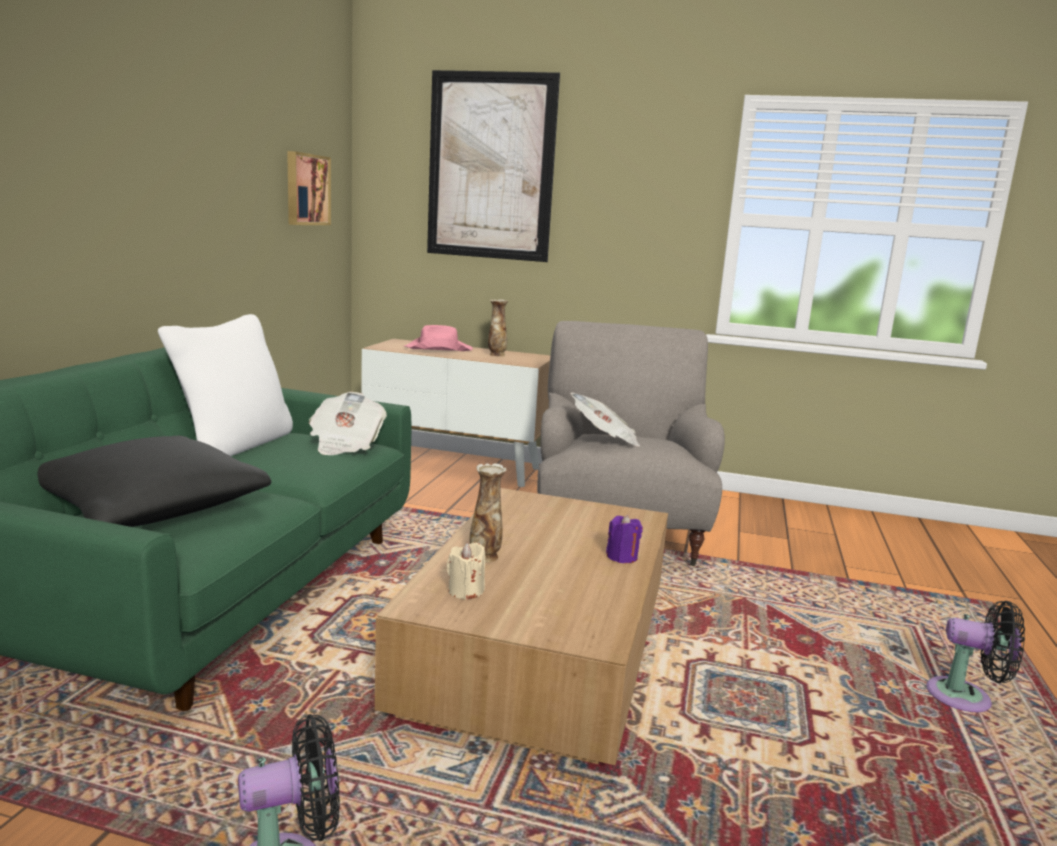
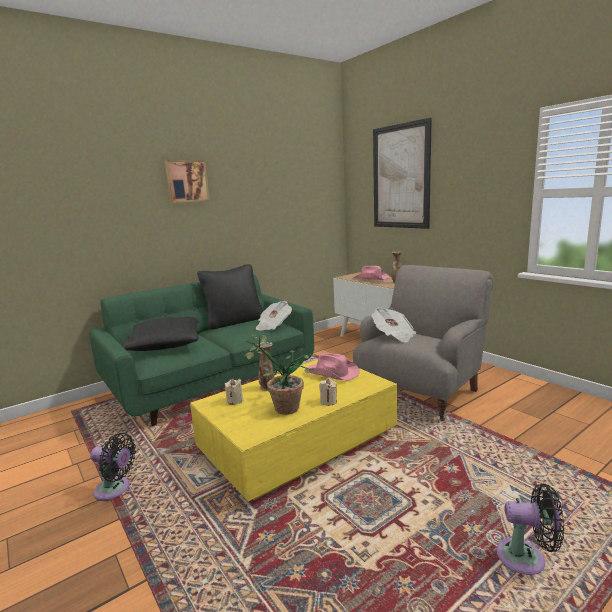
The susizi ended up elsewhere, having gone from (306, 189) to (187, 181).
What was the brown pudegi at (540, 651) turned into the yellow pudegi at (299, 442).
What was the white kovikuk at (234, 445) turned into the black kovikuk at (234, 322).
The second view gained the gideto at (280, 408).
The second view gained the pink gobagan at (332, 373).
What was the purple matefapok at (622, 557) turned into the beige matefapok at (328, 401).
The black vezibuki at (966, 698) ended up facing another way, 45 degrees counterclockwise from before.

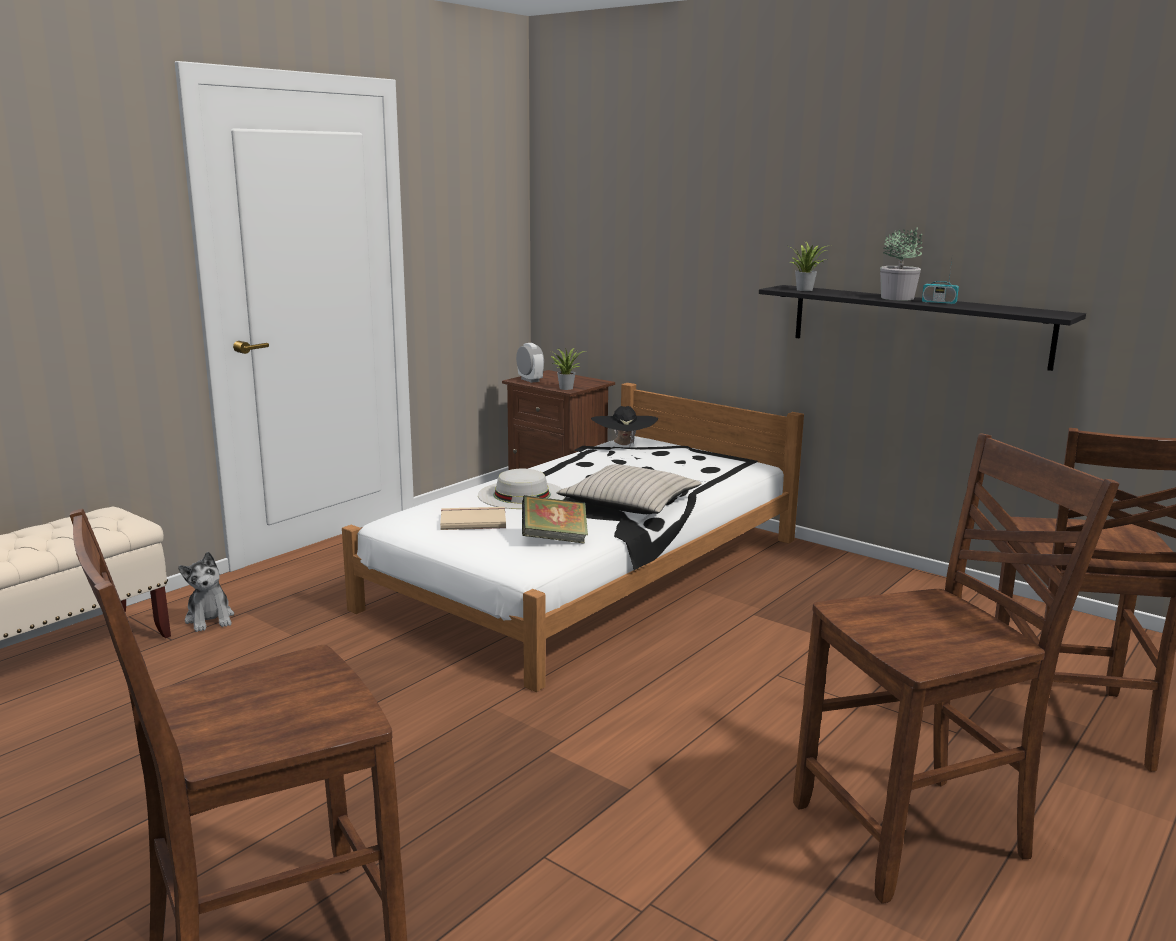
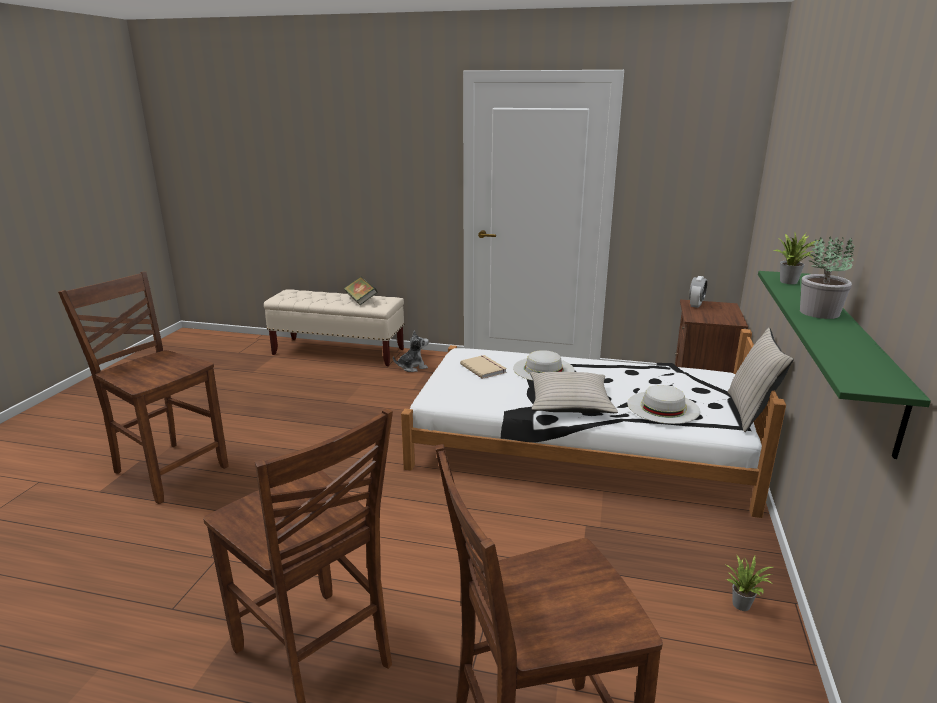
The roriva ended up elsewhere, having gone from (554, 539) to (361, 300).
The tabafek at (210, 619) ended up facing another way, 150 degrees counterclockwise from before.
The second view gained the white gobagan at (663, 407).
The gideto ended up elsewhere, having gone from (565, 388) to (742, 603).
The second view gained the beige kovikuk at (750, 412).
What was the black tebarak at (917, 325) turned into the green tebarak at (848, 351).
The second view lost the black gobagan at (624, 445).
The second view lost the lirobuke at (939, 302).

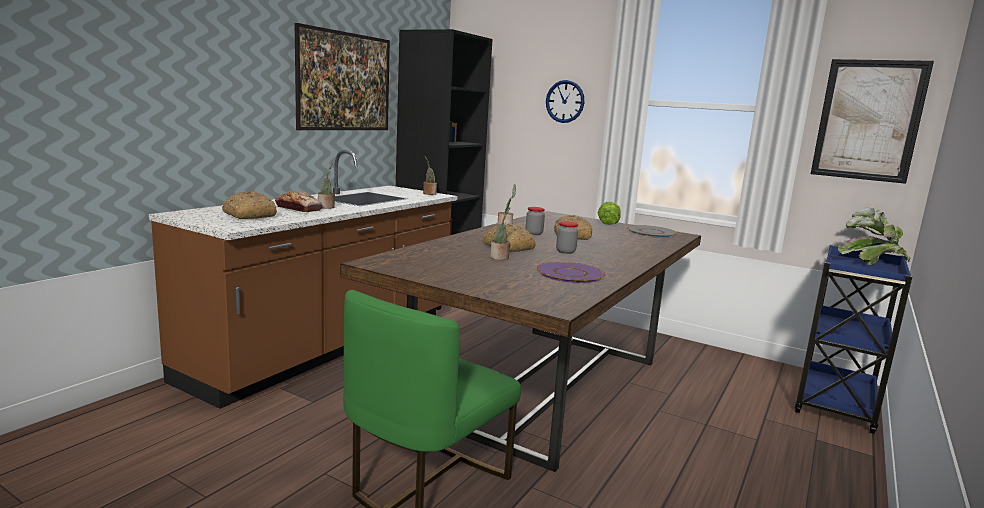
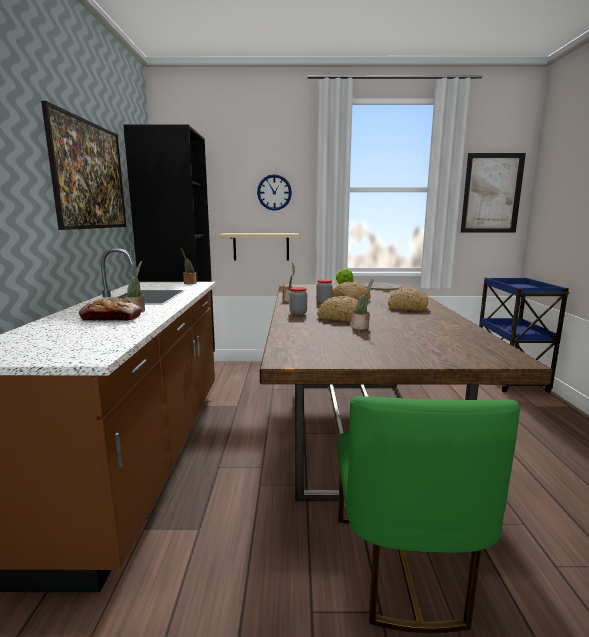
The second view gained the tebarak at (261, 247).
The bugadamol ended up elsewhere, having gone from (565, 251) to (298, 313).
The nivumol ended up elsewhere, having gone from (248, 215) to (407, 307).
The second view lost the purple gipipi at (570, 274).
The second view lost the gideto at (871, 263).

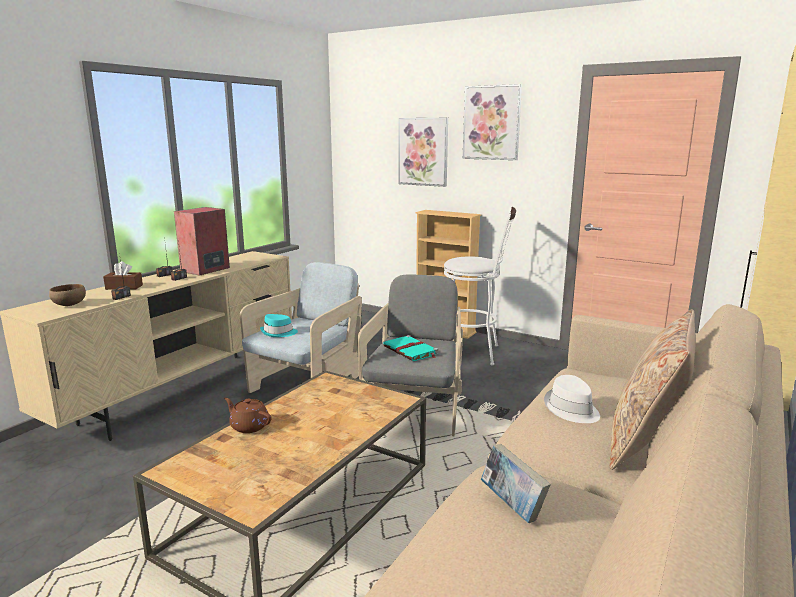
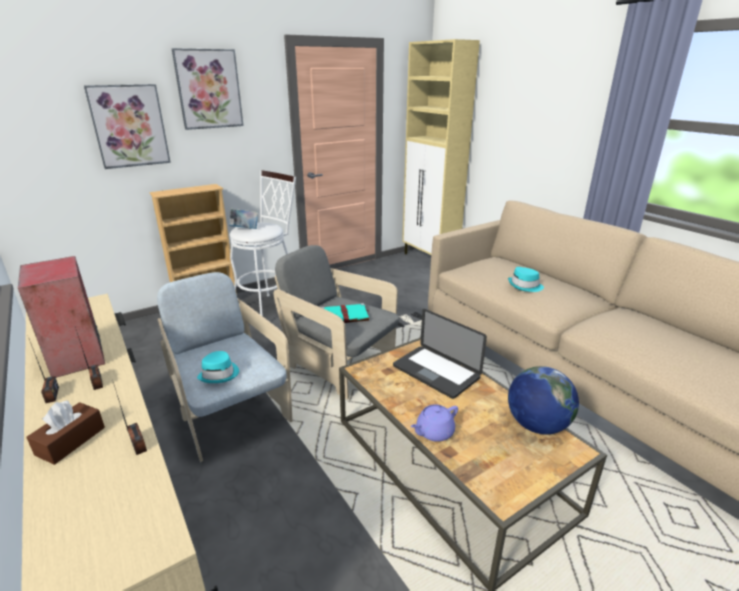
The roriva ended up elsewhere, having gone from (512, 506) to (245, 229).
The second view gained the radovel at (436, 372).
What was the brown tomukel at (249, 426) turned into the purple tomukel at (434, 432).
What was the white gobagan at (571, 409) turned into the turquoise gobagan at (525, 286).
The second view gained the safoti at (537, 425).
The second view lost the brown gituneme at (68, 304).
The second view lost the beige kovikuk at (645, 442).

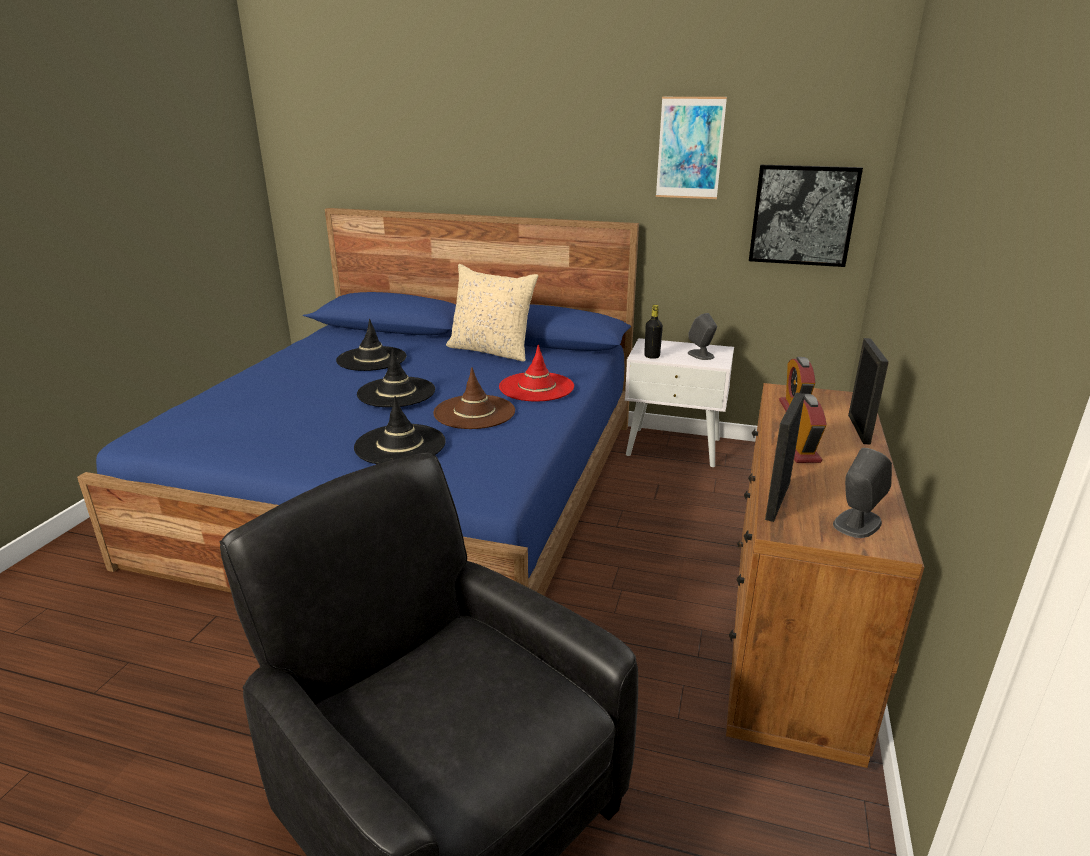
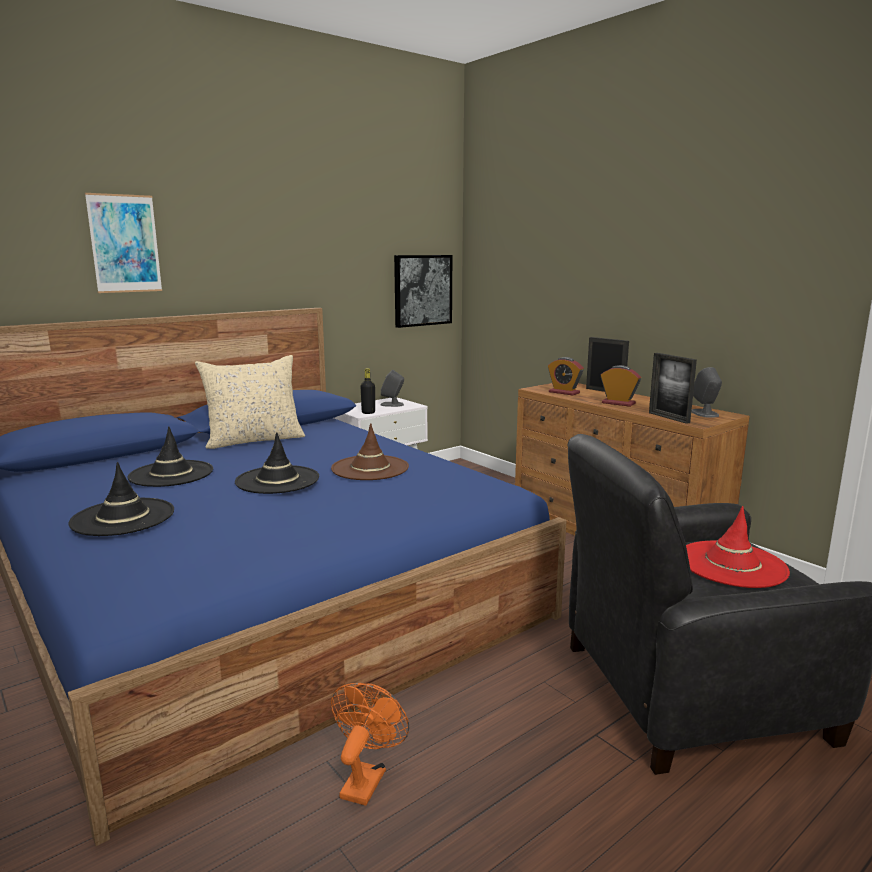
The black gobagan ended up elsewhere, having gone from (400, 445) to (123, 517).
The susizi ended up elsewhere, having gone from (690, 148) to (124, 244).
The second view gained the orange vezibuki at (366, 778).
The red gobagan ended up elsewhere, having gone from (536, 387) to (732, 564).

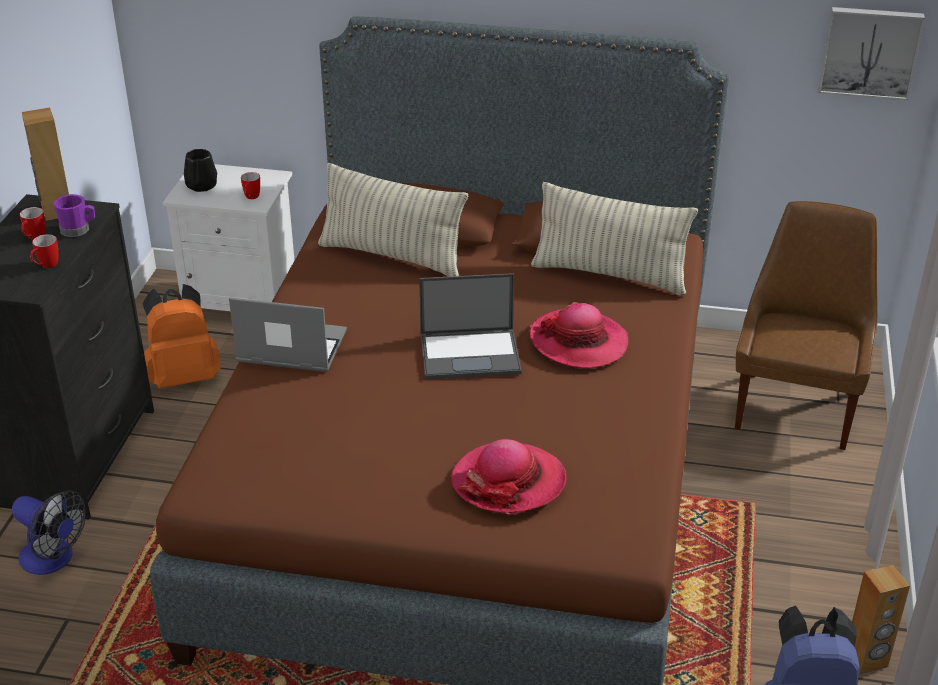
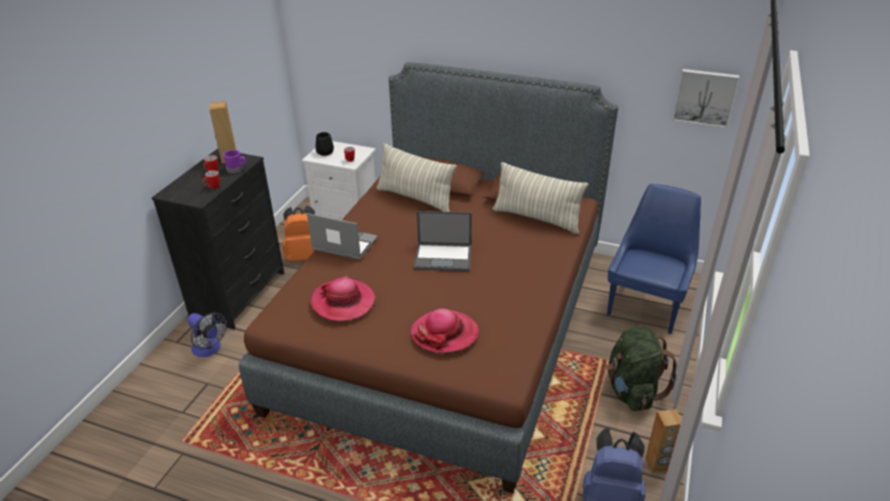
The gobagan ended up elsewhere, having gone from (578, 342) to (343, 302).
The second view gained the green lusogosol at (632, 391).
What was the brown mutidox at (796, 407) turned into the blue mutidox at (646, 306).

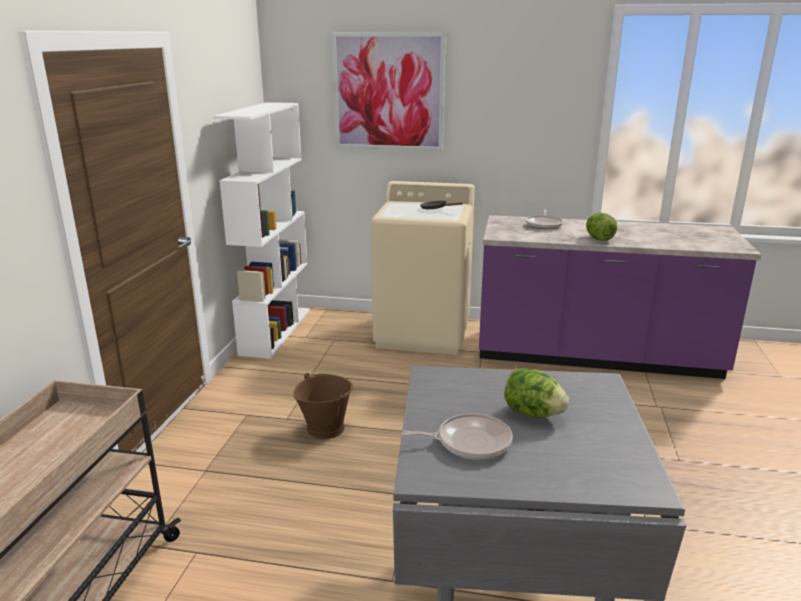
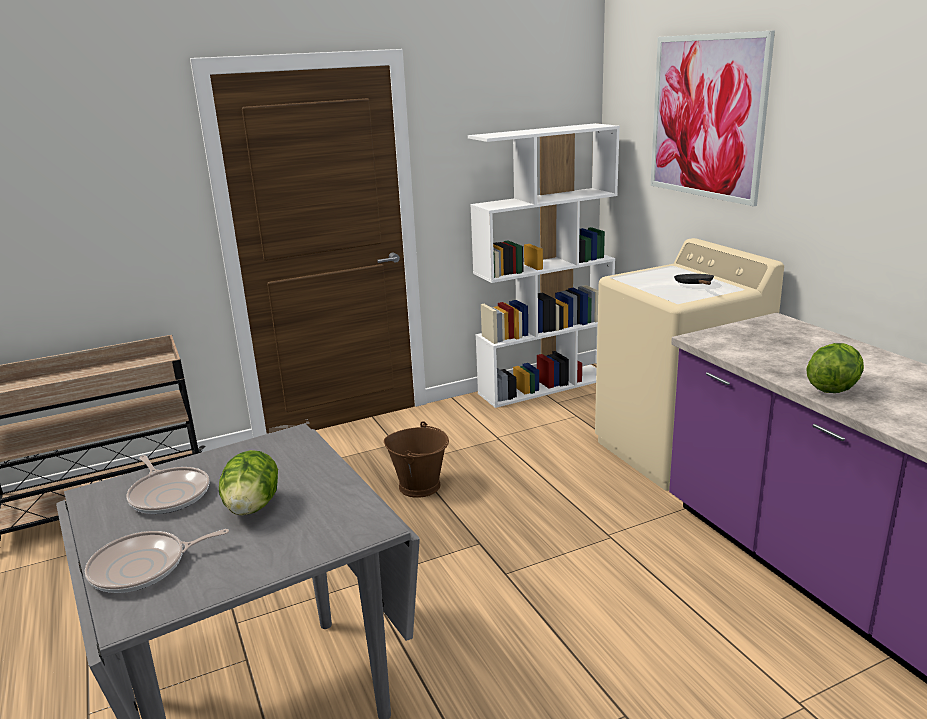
The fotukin ended up elsewhere, having gone from (544, 225) to (144, 567).

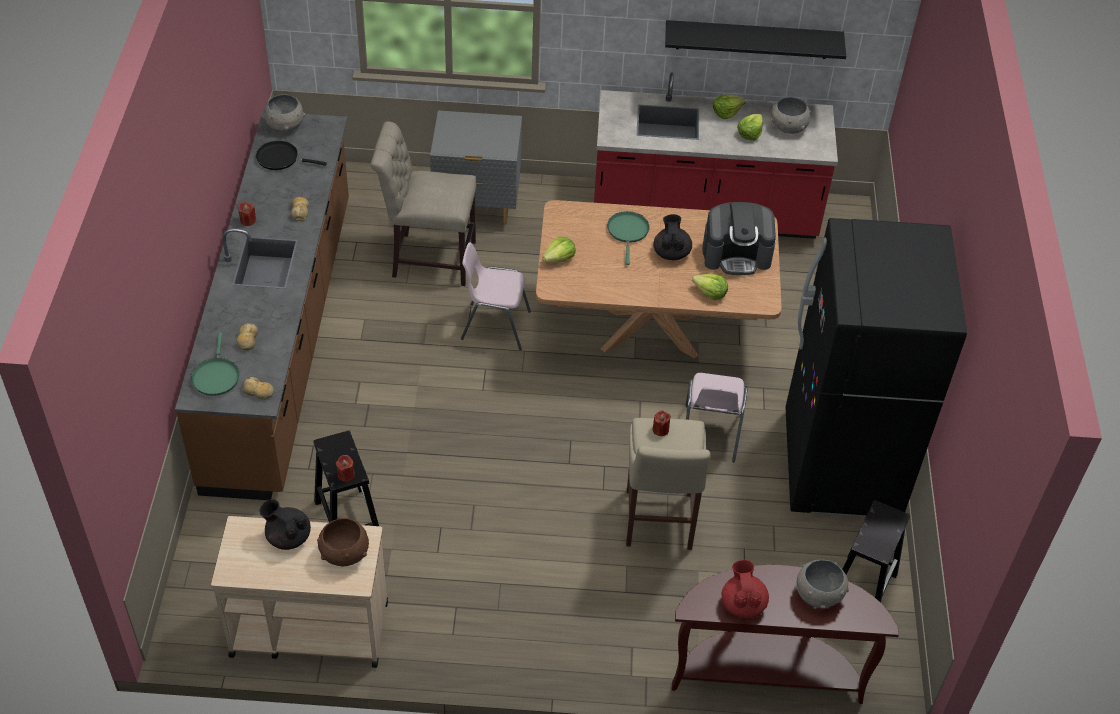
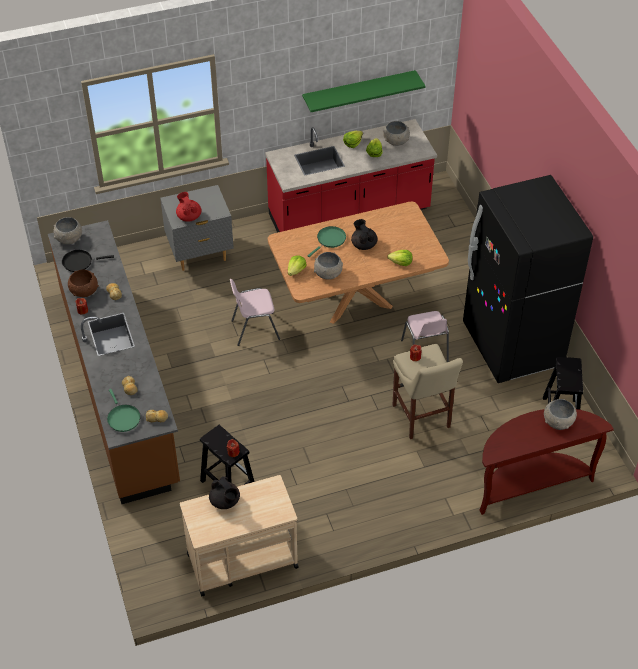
The brown gituneme ended up elsewhere, having gone from (344, 553) to (84, 291).
The red tomukel ended up elsewhere, having gone from (742, 603) to (189, 216).
The black tomukel at (288, 536) ended up facing another way, 135 degrees counterclockwise from before.
What was the black tebarak at (752, 39) turned into the green tebarak at (359, 91).
The green fotukin at (628, 232) ended up facing another way, 60 degrees clockwise from before.
The second view gained the grey gituneme at (328, 273).
The second view lost the beige mutidox at (428, 258).
The second view lost the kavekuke at (736, 255).

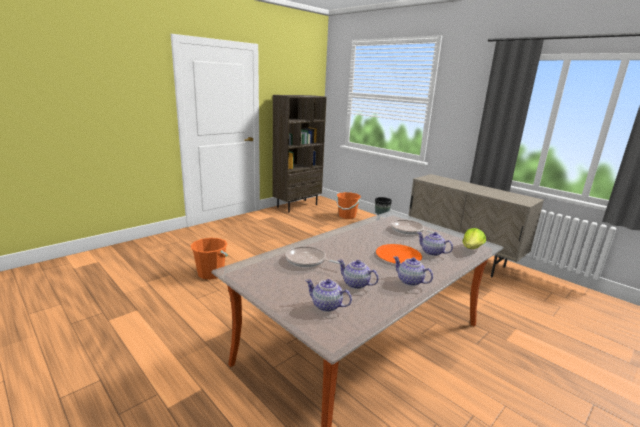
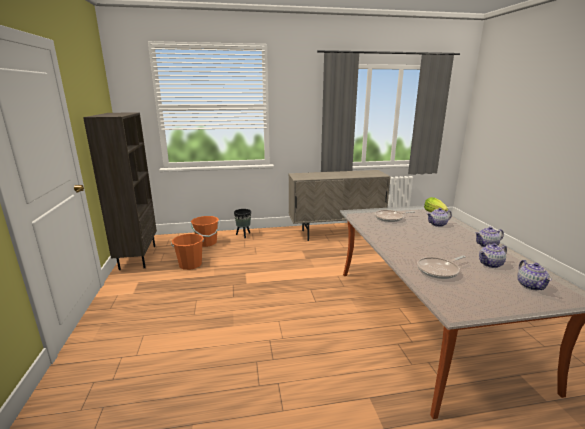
The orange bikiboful ended up elsewhere, having gone from (211, 273) to (190, 265).
The tomukel at (327, 306) ended up facing another way, 60 degrees counterclockwise from before.
The second view lost the orange gipipi at (398, 255).

